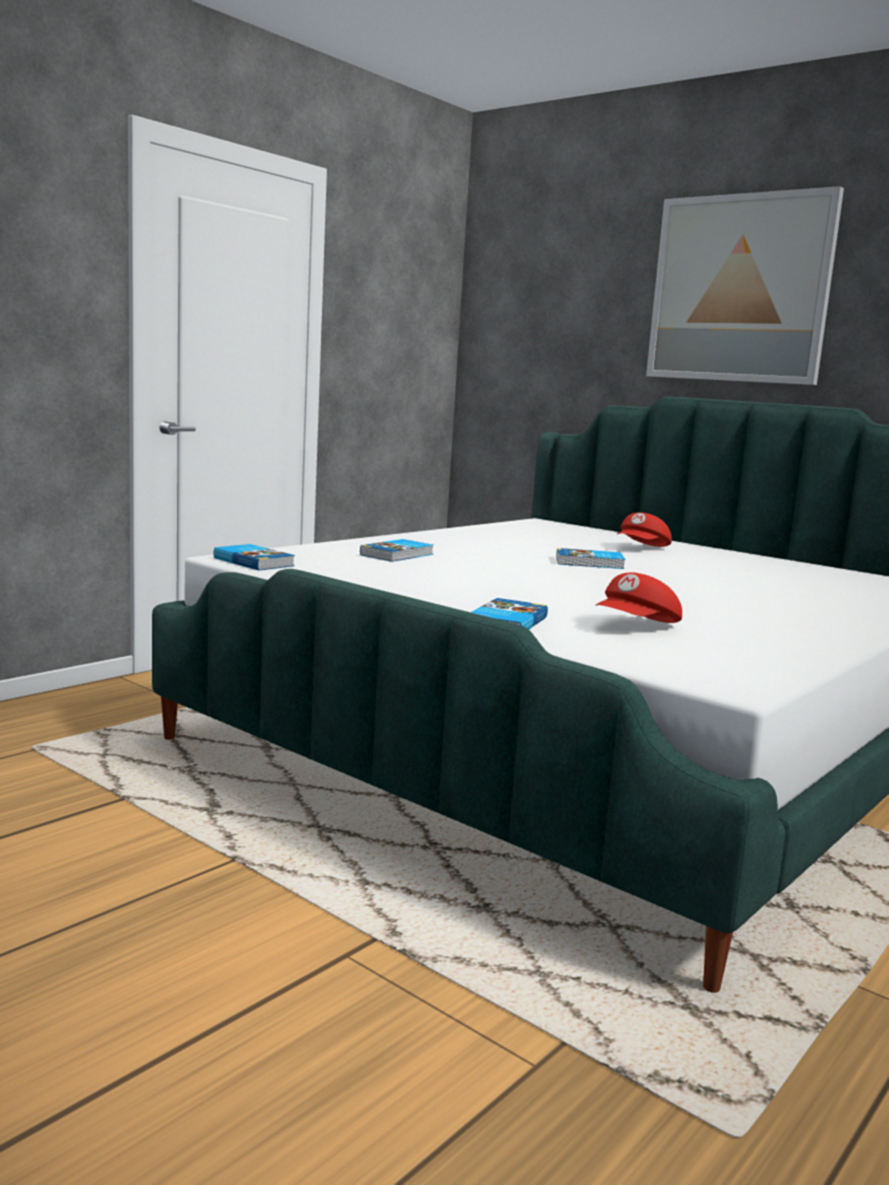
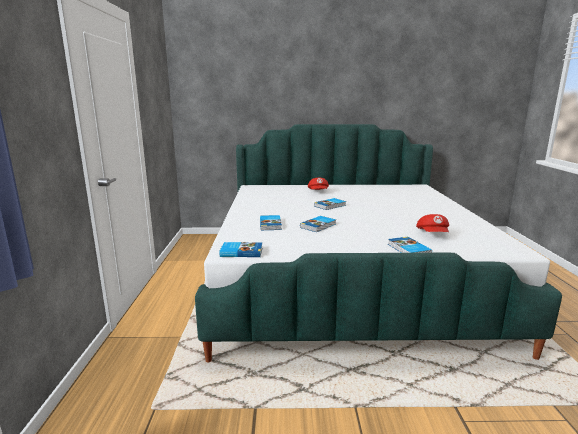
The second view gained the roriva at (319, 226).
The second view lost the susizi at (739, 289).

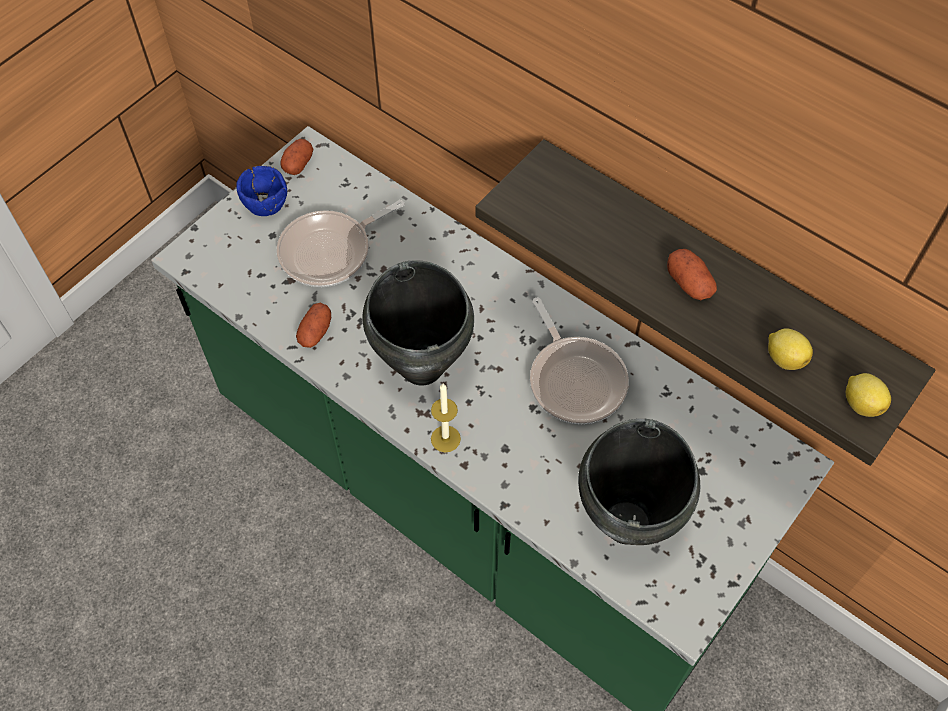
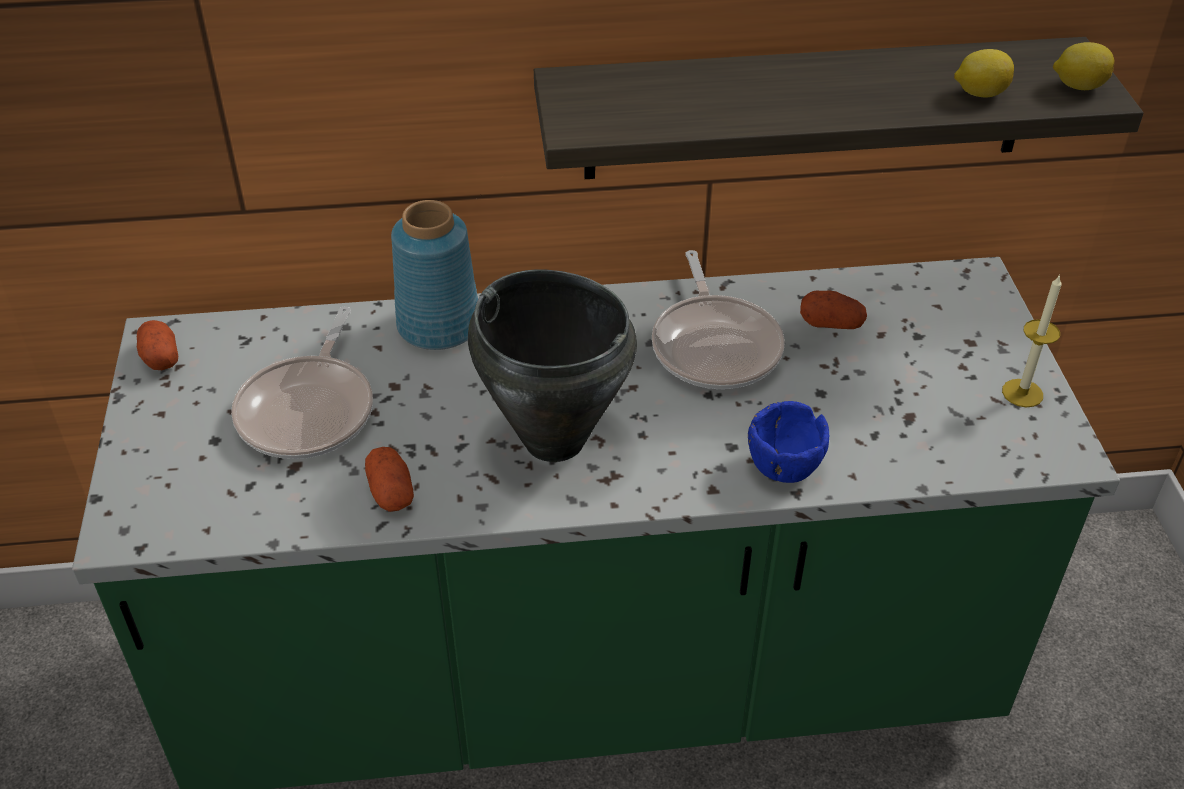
The second view gained the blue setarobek at (439, 324).
The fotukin at (575, 379) ended up facing another way, 60 degrees clockwise from before.
The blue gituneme ended up elsewhere, having gone from (265, 204) to (784, 466).
The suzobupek ended up elsewhere, having gone from (689, 283) to (831, 323).
The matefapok ended up elsewhere, having gone from (445, 439) to (1022, 393).
The second view lost the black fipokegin at (627, 523).

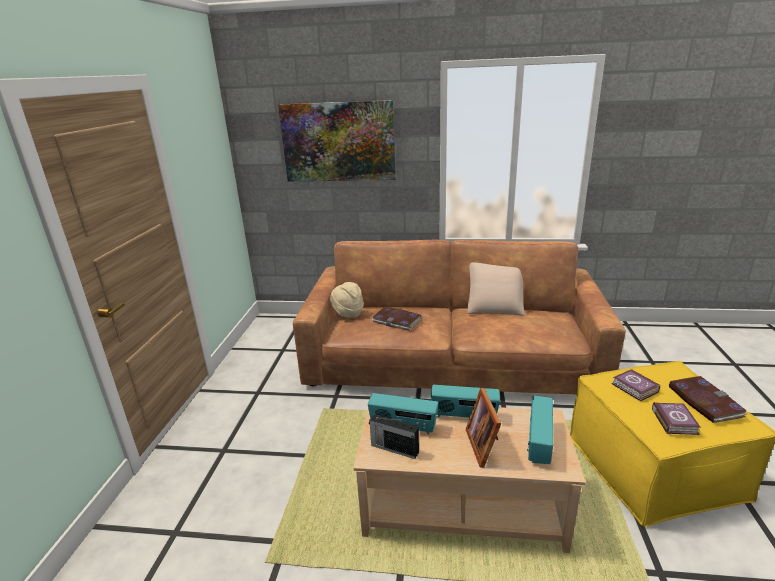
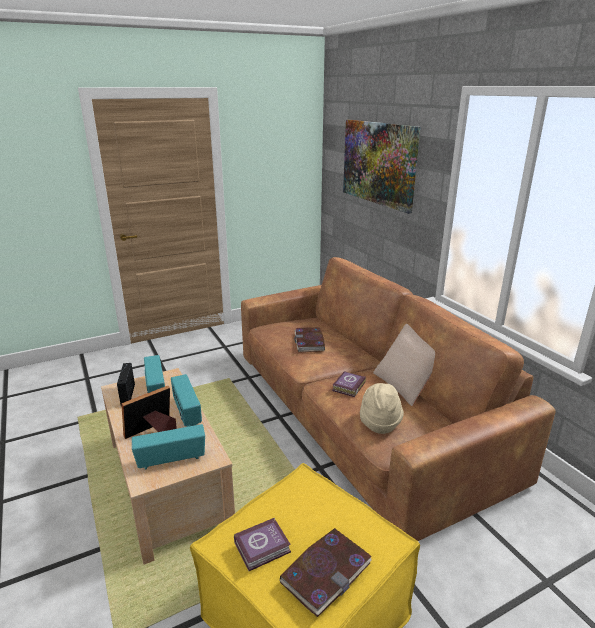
The roriva ended up elsewhere, having gone from (635, 388) to (348, 387).
The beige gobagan ended up elsewhere, having gone from (347, 313) to (379, 422).

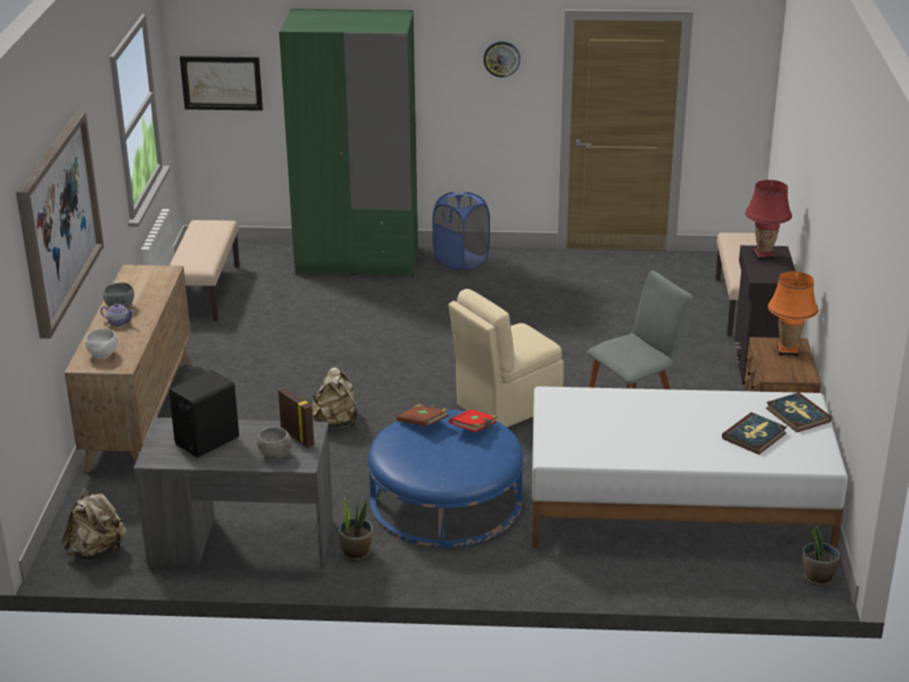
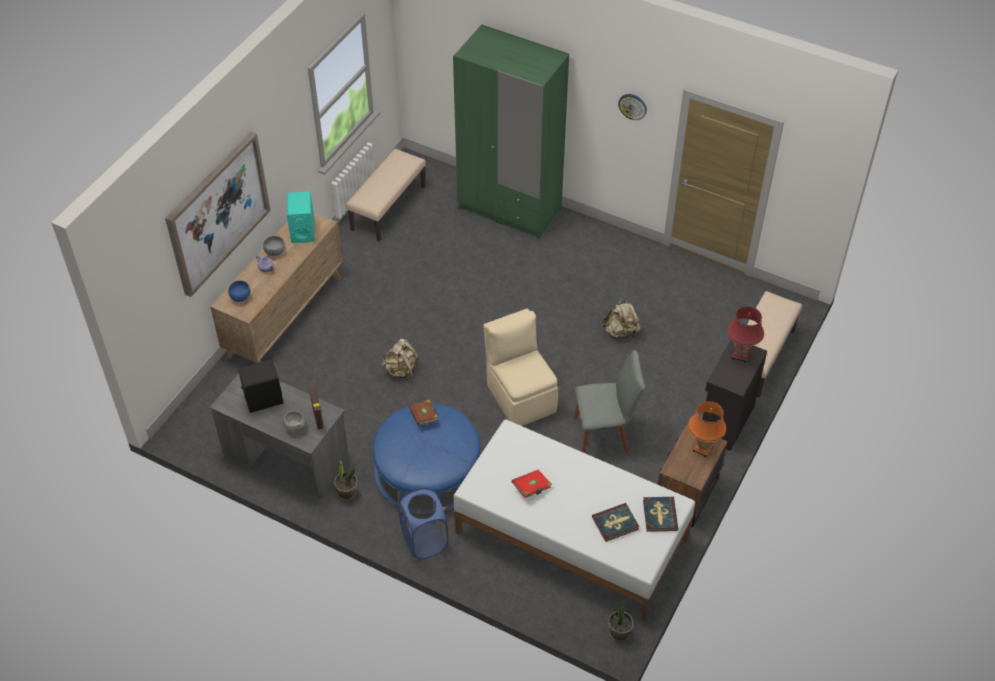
What was the white gituneme at (103, 355) turned into the blue gituneme at (241, 297).
The second view gained the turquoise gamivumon at (302, 231).
The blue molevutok ended up elsewhere, having gone from (461, 261) to (424, 541).
The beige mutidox at (506, 405) ended up facing another way, 75 degrees clockwise from before.
The red roriva ended up elsewhere, having gone from (474, 429) to (532, 488).
The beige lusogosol ended up elsewhere, having gone from (97, 551) to (620, 332).
The second view lost the susizi at (221, 82).

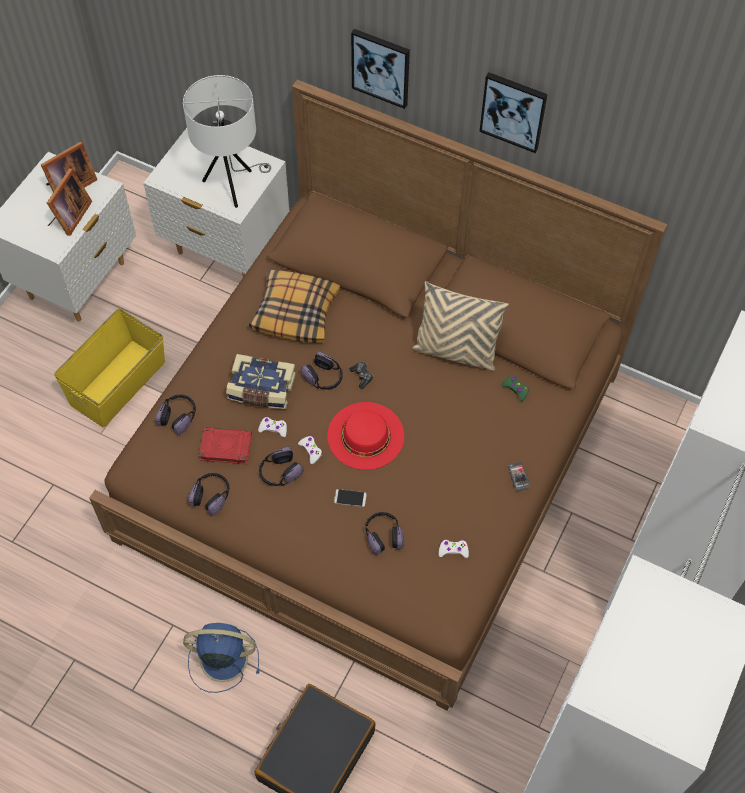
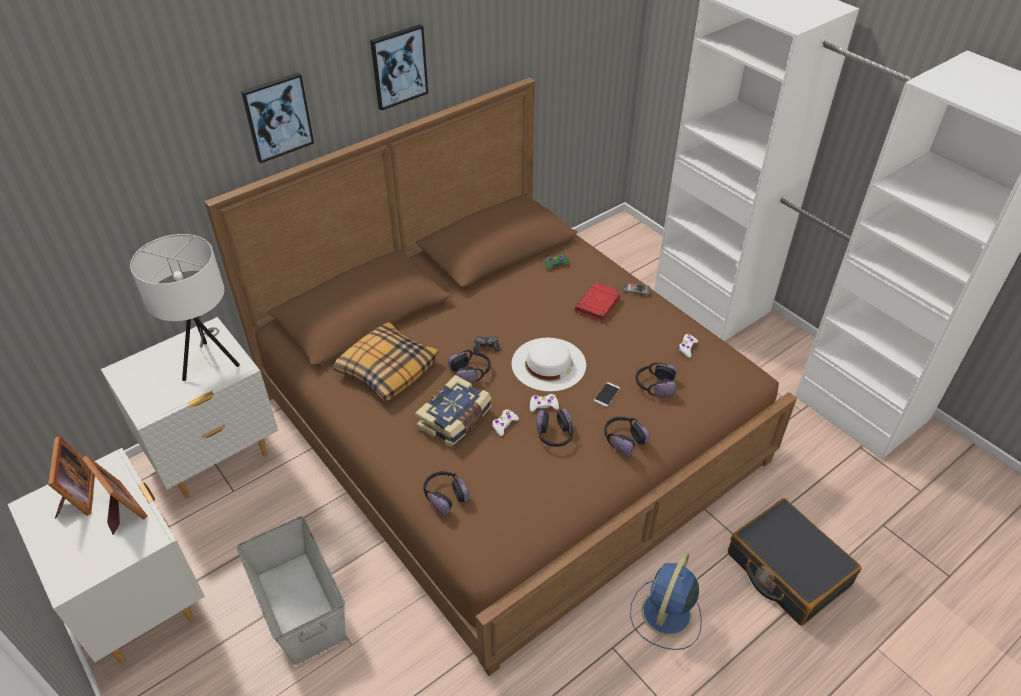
What was the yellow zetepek at (119, 383) turned into the grey zetepek at (301, 605).
What was the red gobagan at (365, 435) turned into the white gobagan at (548, 364).
The red roriva ended up elsewhere, having gone from (225, 447) to (598, 305).
The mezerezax ended up elsewhere, having gone from (211, 496) to (623, 439).
The second view lost the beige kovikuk at (455, 351).

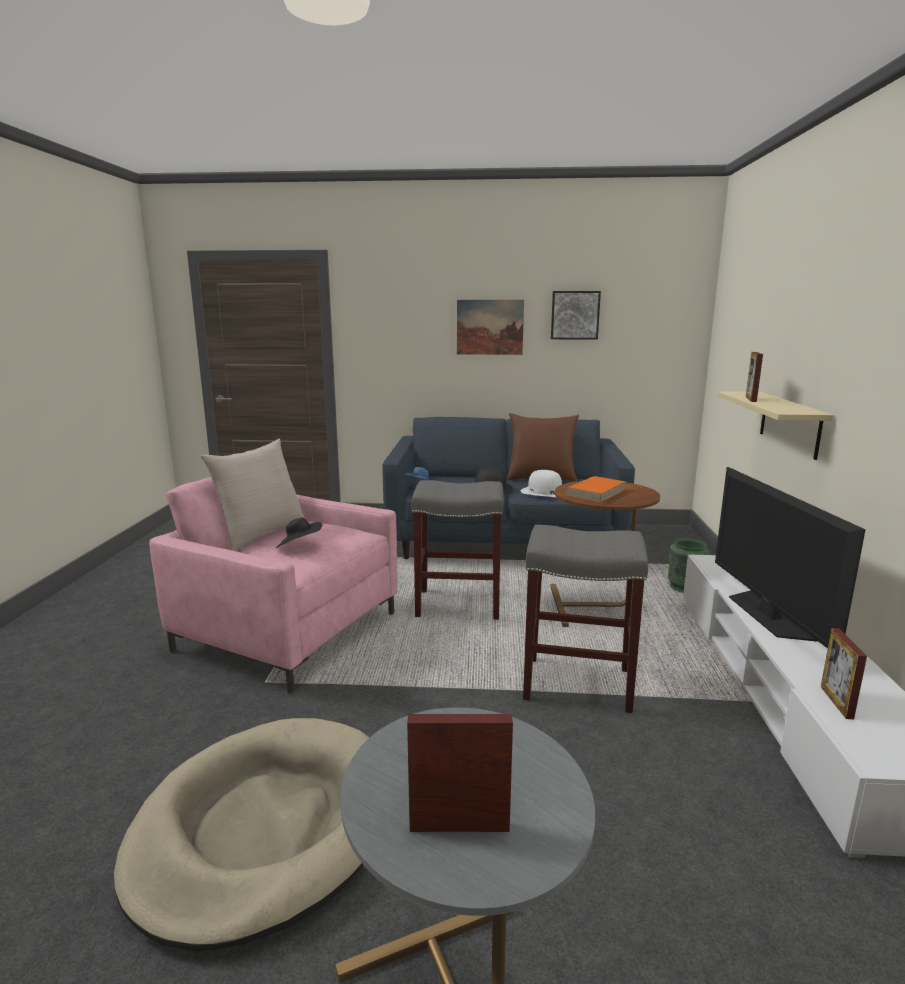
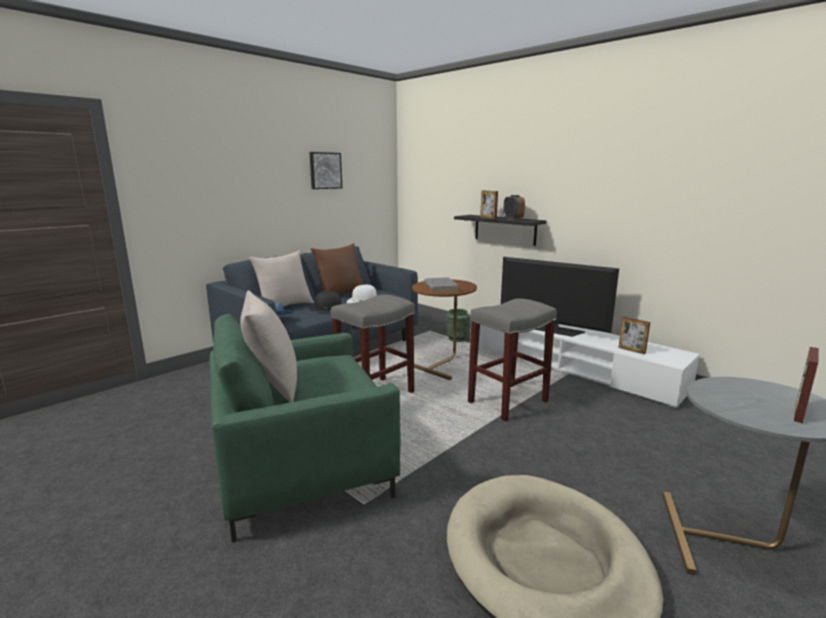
What was the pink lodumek at (288, 631) turned into the green lodumek at (302, 468).
The second view gained the beige kovikuk at (284, 306).
What was the orange roriva at (595, 492) turned into the grey roriva at (440, 287).
What was the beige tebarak at (789, 423) turned into the black tebarak at (505, 229).
The second view gained the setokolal at (513, 219).
The second view lost the black gobagan at (299, 546).
The second view lost the susizi at (490, 327).

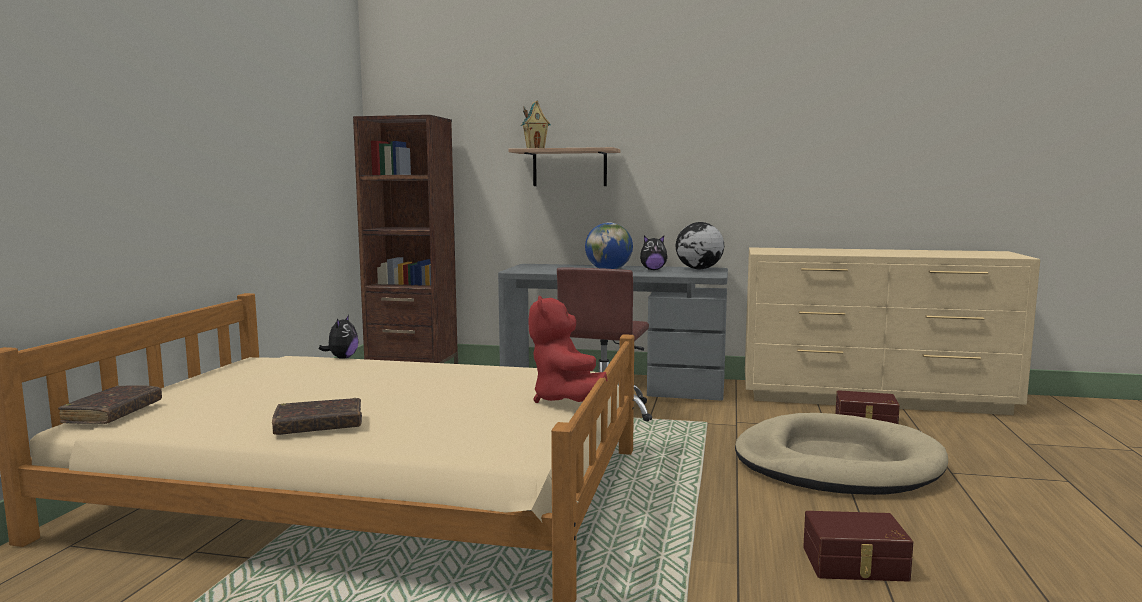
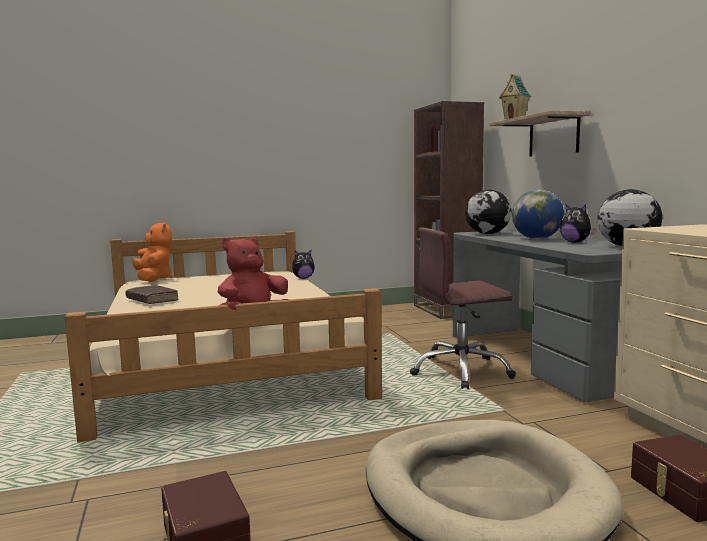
Where the brown roriva stood at (113, 413), the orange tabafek came to stand at (153, 279).
The second view gained the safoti at (488, 234).

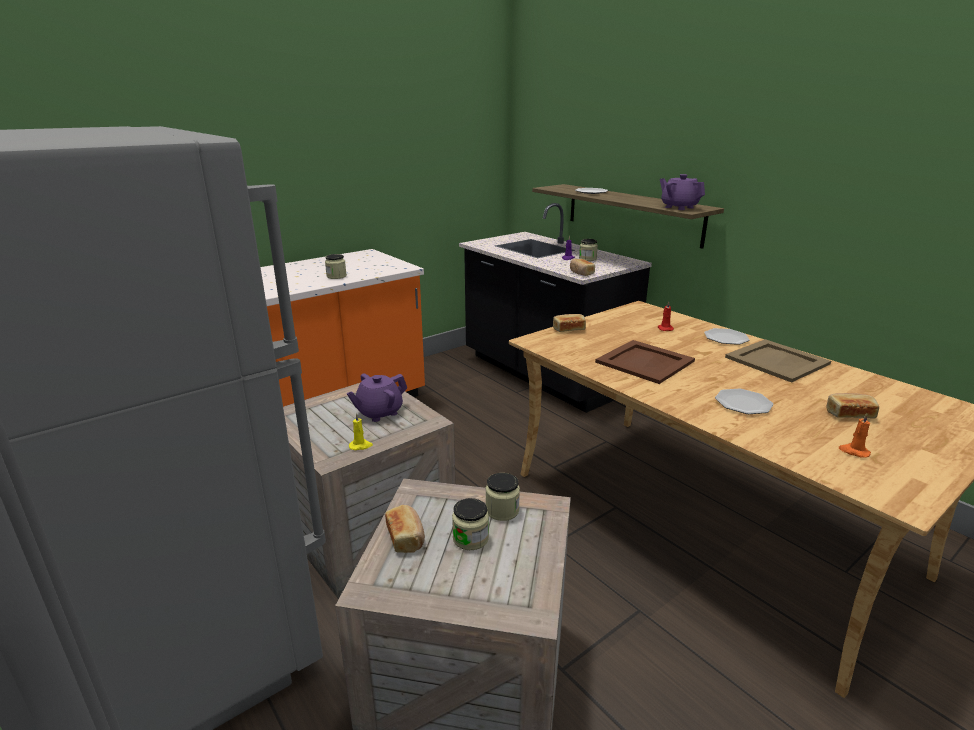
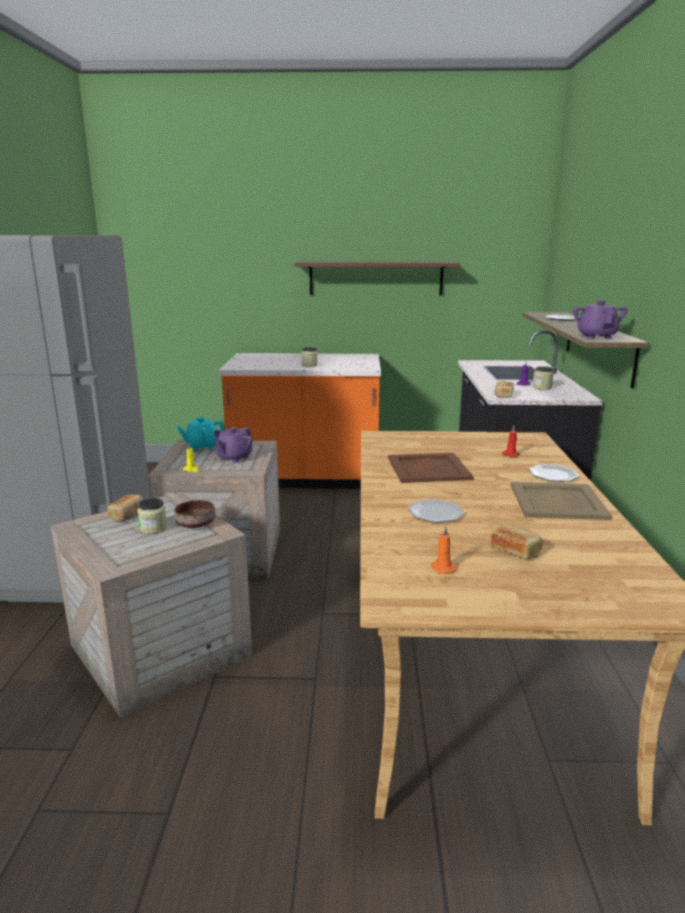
Where the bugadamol stood at (502, 510), the brown gituneme came to stand at (194, 524).
The second view gained the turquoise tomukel at (202, 446).
The purple tomukel at (379, 413) ended up facing another way, 60 degrees counterclockwise from before.
The second view gained the tebarak at (376, 278).
The second view lost the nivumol at (568, 329).

